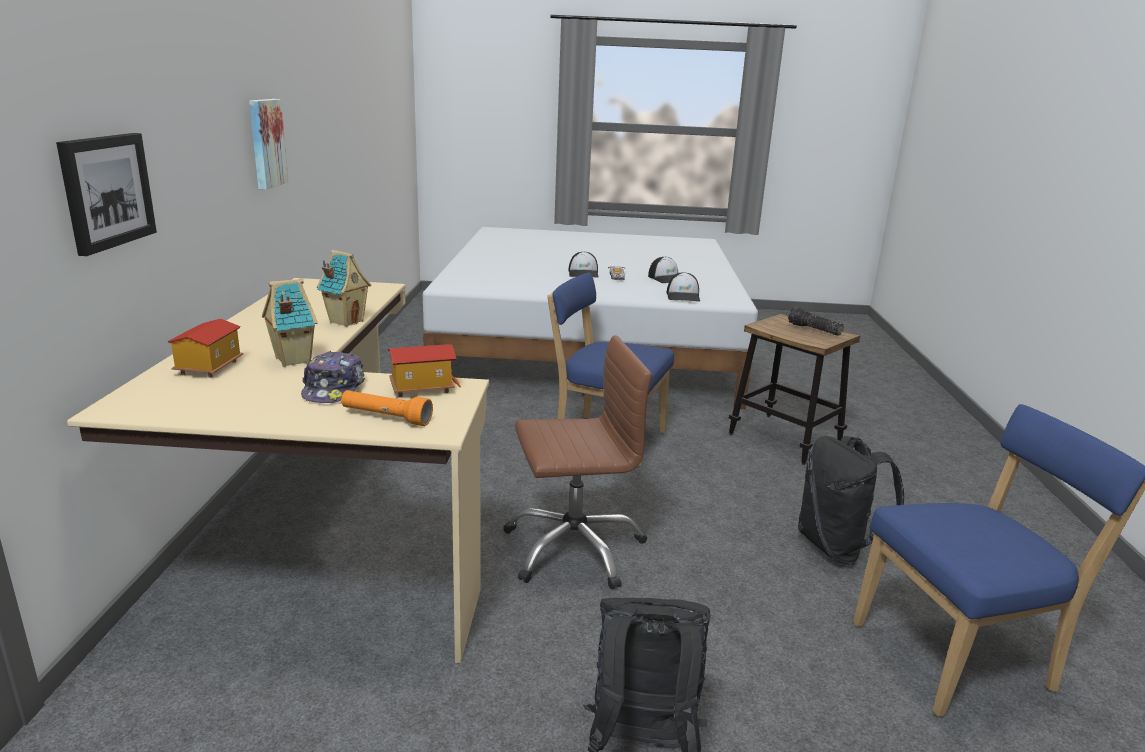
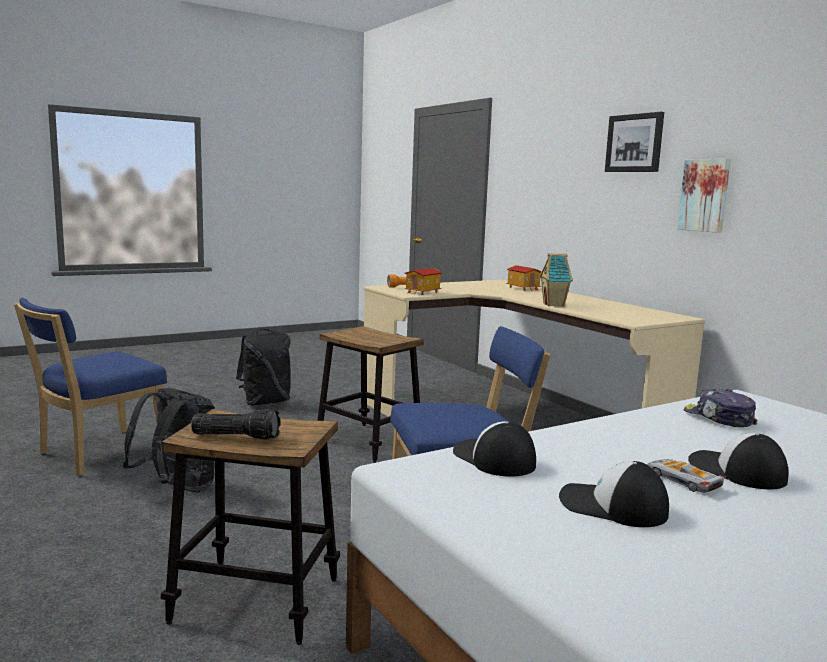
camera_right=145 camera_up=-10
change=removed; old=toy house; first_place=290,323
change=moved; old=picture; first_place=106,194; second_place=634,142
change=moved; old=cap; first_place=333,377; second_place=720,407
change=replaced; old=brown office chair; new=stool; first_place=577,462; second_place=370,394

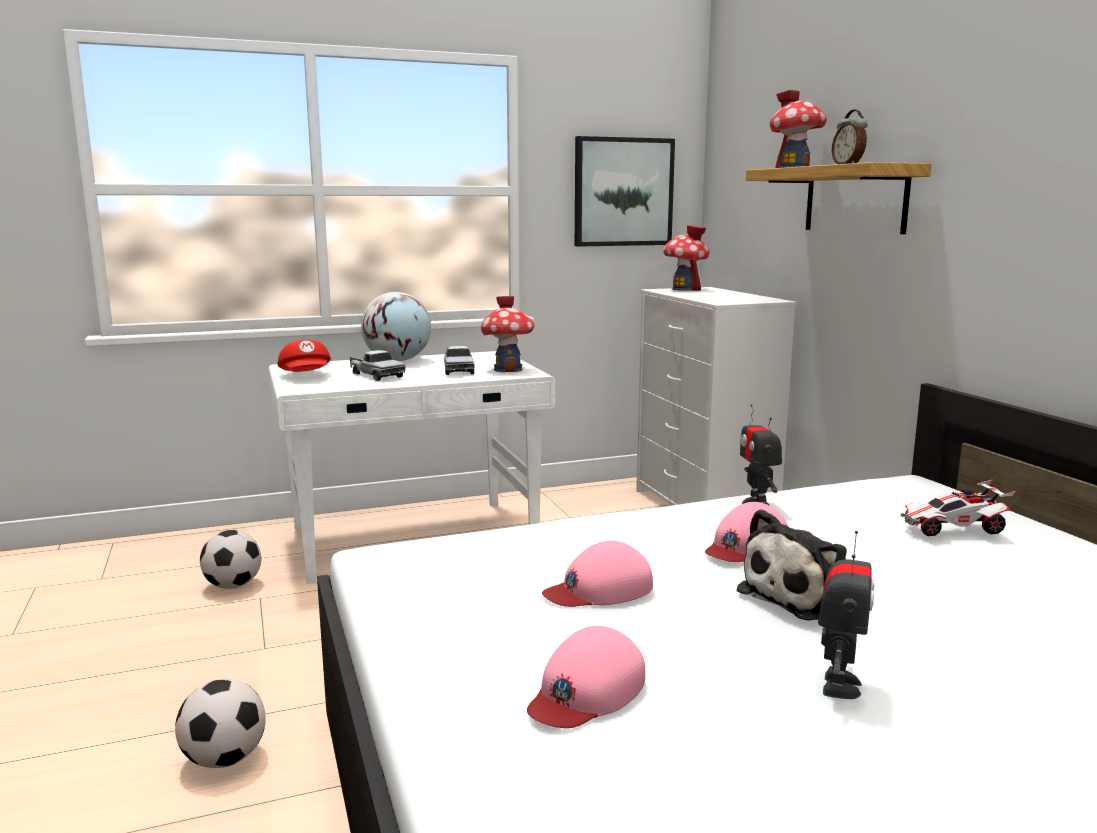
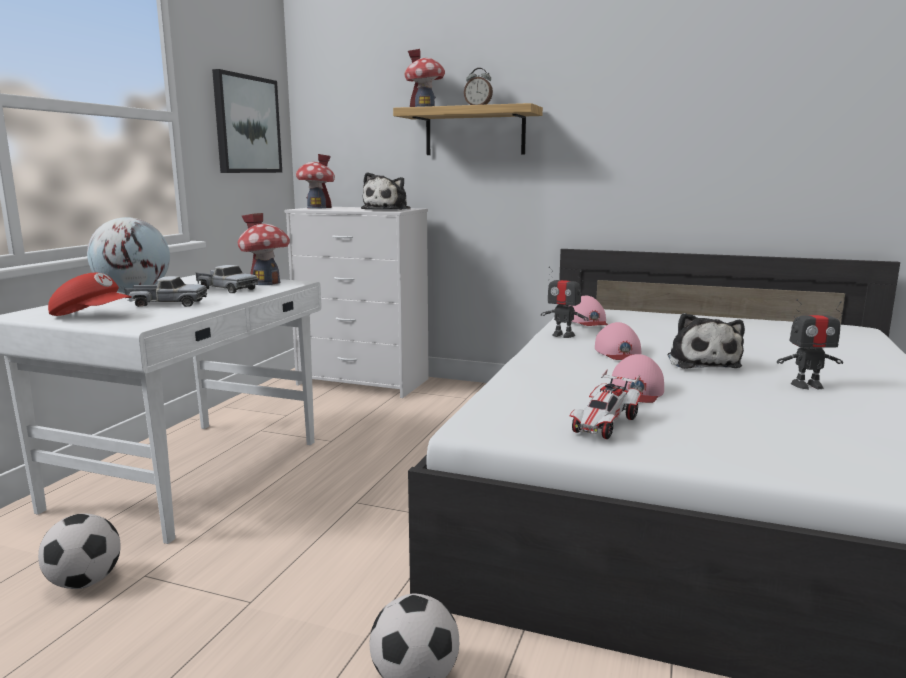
camera_right=-50 camera_up=0
change=added; new=plush toy; second_place=386,191
change=moved; old=pink cap; first_place=586,677; second_place=588,311
change=moved; old=toy car; first_place=958,508; second_place=606,404
change=turned; old=toy robot; first_place=846,615; second_place=810,344; degrees=120

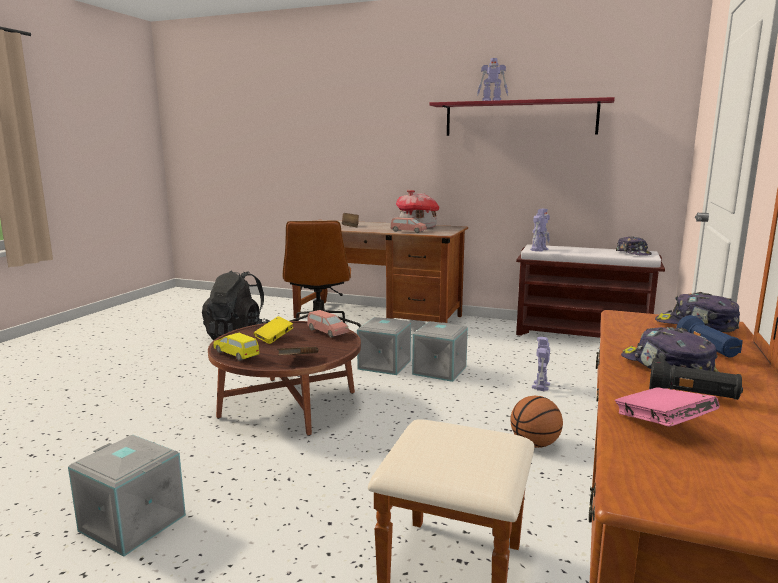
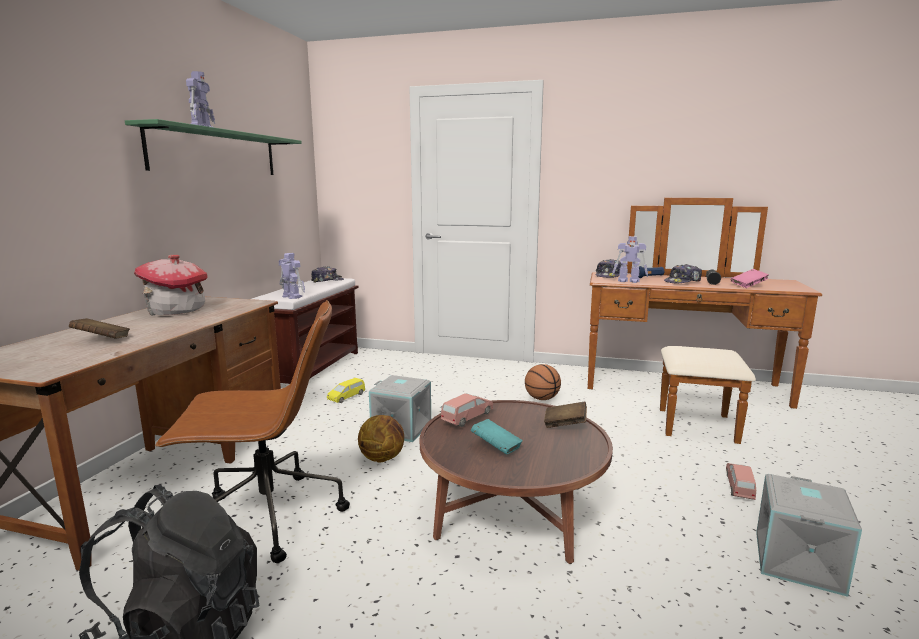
camera_right=-95 camera_up=0
change=moved; old=yellow toy car; first_place=236,347; second_place=346,390
change=moved; old=pink toy car; first_place=409,225; second_place=741,481
change=moved; old=toy robot; first_place=541,364; second_place=630,259
change=replaced; old=grey storage box; new=basketball; first_place=384,346; second_place=381,438
change=recoloured; old=yellow book; new=turquoise book; first_place=273,330; second_place=497,437
change=recoloured; old=red shelf; new=green shelf; first_place=522,116; second_place=213,147

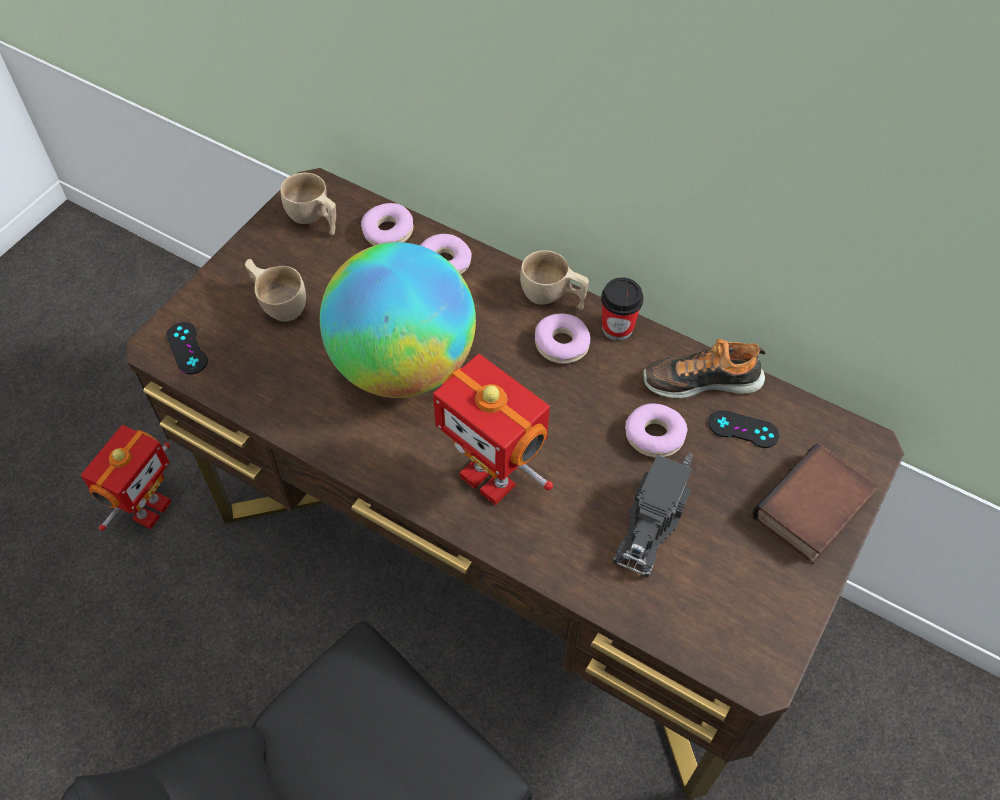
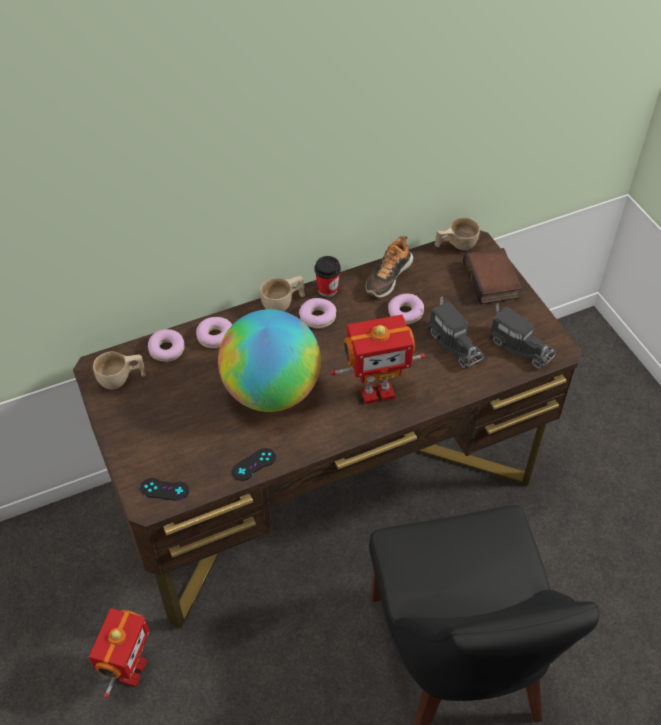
camera_right=-55 camera_up=-5
change=added; new=toy truck; second_place=522,337
change=moved; old=beige cup; first_place=275,290; second_place=457,233
change=moved; old=black game controller; first_place=743,429; second_place=254,464
change=turned; old=toy robot; first_place=126,478; second_place=119,653; degrees=45

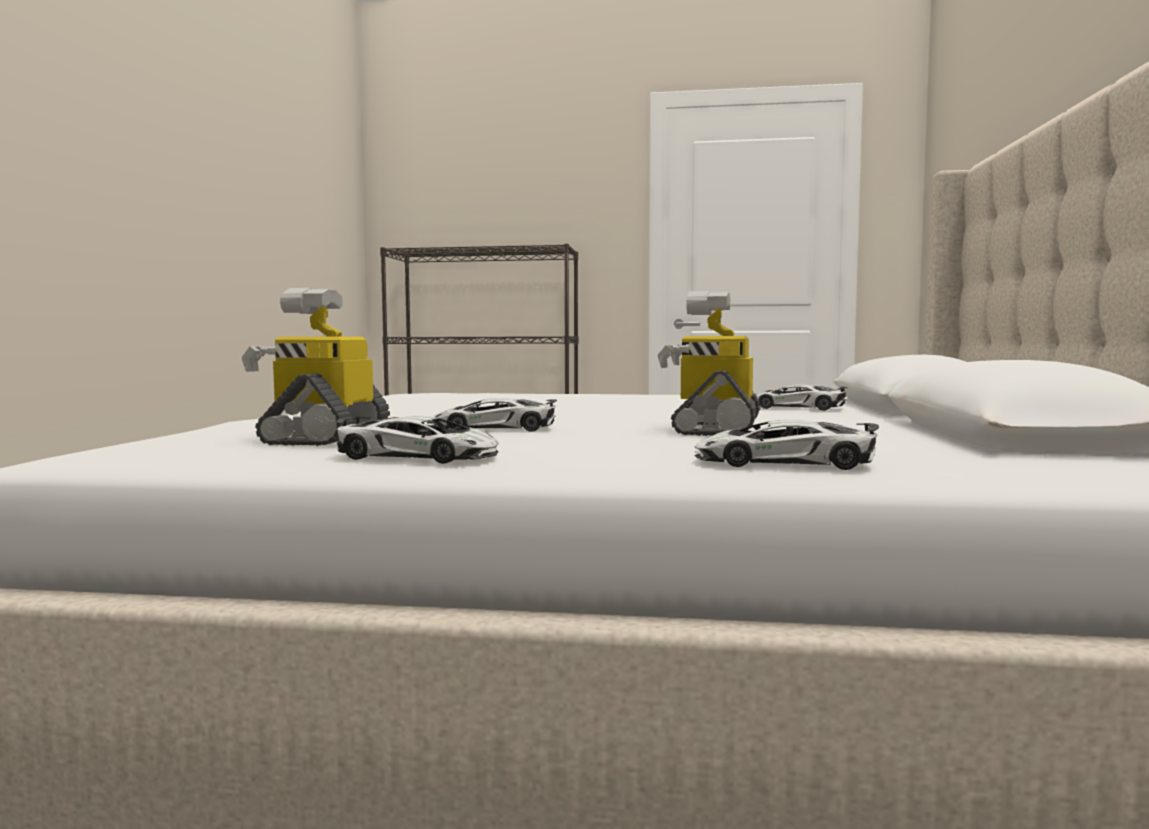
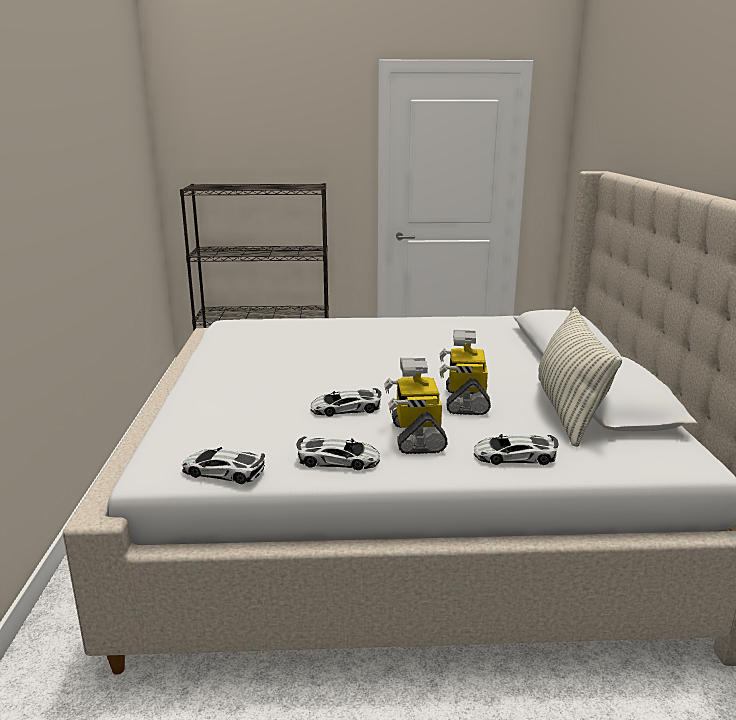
camera_right=-10 camera_up=15
change=added; new=pillow; second_place=580,377
change=moved; old=toy robot; first_place=315,367; second_place=416,406
change=moved; old=toy car; first_place=801,397; second_place=223,465

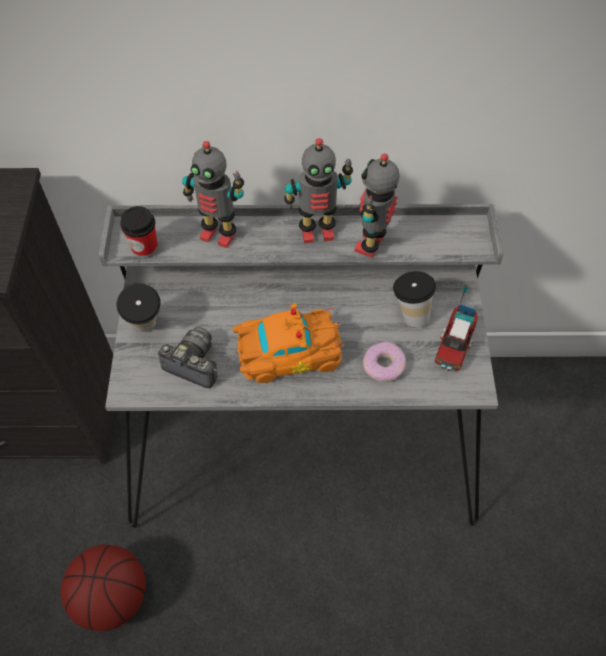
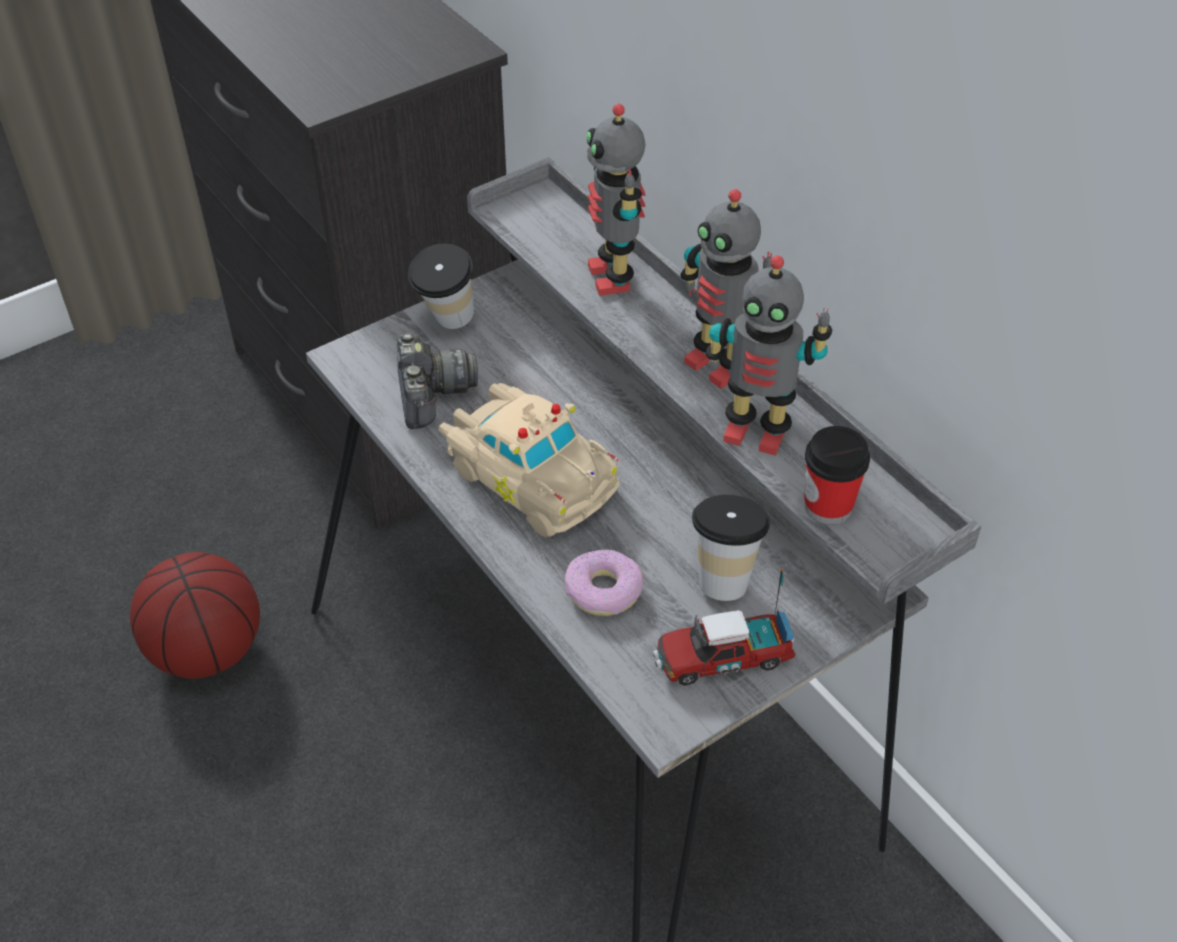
camera_right=55 camera_up=-10
change=moved; old=cup; first_place=139,232; second_place=837,475
change=recoloured; old=orange toy car; new=beige toy car; first_place=288,343; second_place=529,460
change=turned; old=toy robot; first_place=377,205; second_place=769,355; degrees=-150

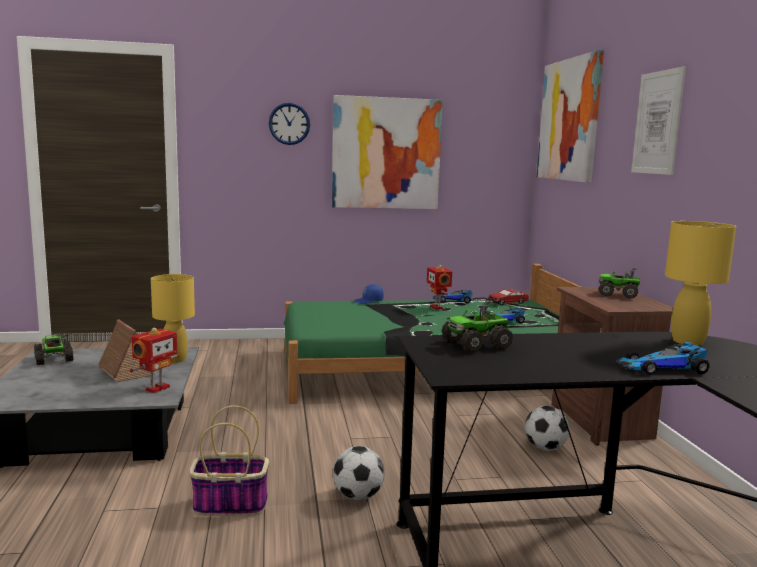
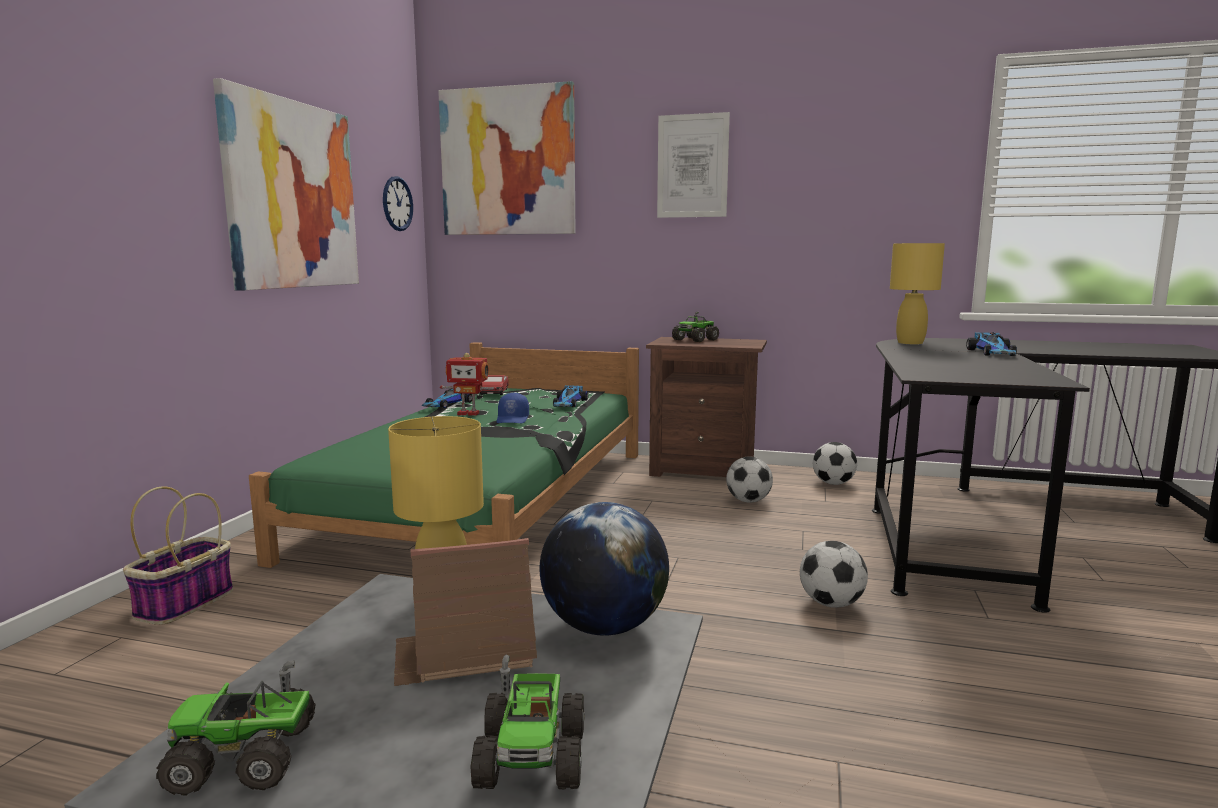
camera_right=-65 camera_up=0
change=added; new=football; second_place=835,463
change=moved; old=basket; first_place=229,460; second_place=178,555
change=moved; old=wall clock; first_place=289,124; second_place=398,203
change=moved; old=blue cap; first_place=368,294; second_place=513,407
change=moved; old=toy truck; first_place=477,326; second_place=527,722
change=replaced; old=toy robot; new=globe; first_place=154,360; second_place=604,569

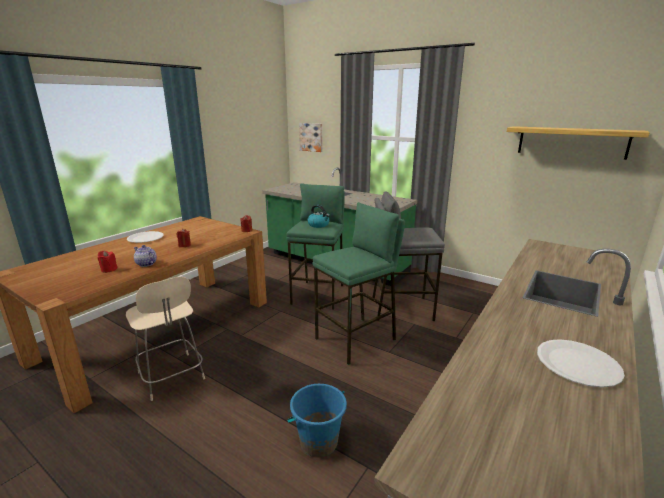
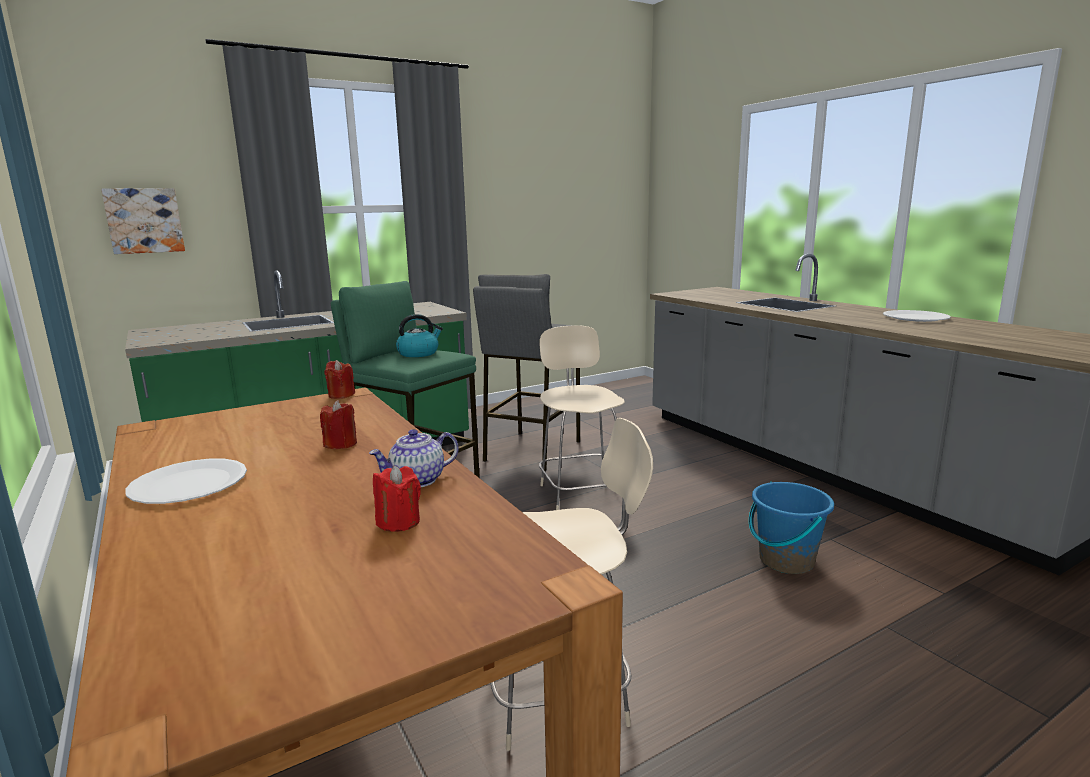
camera_right=-65 camera_up=-5
change=removed; old=shelf; first_place=578,143
change=replaced; old=green stool; new=beige chair; first_place=359,283; second_place=582,417

